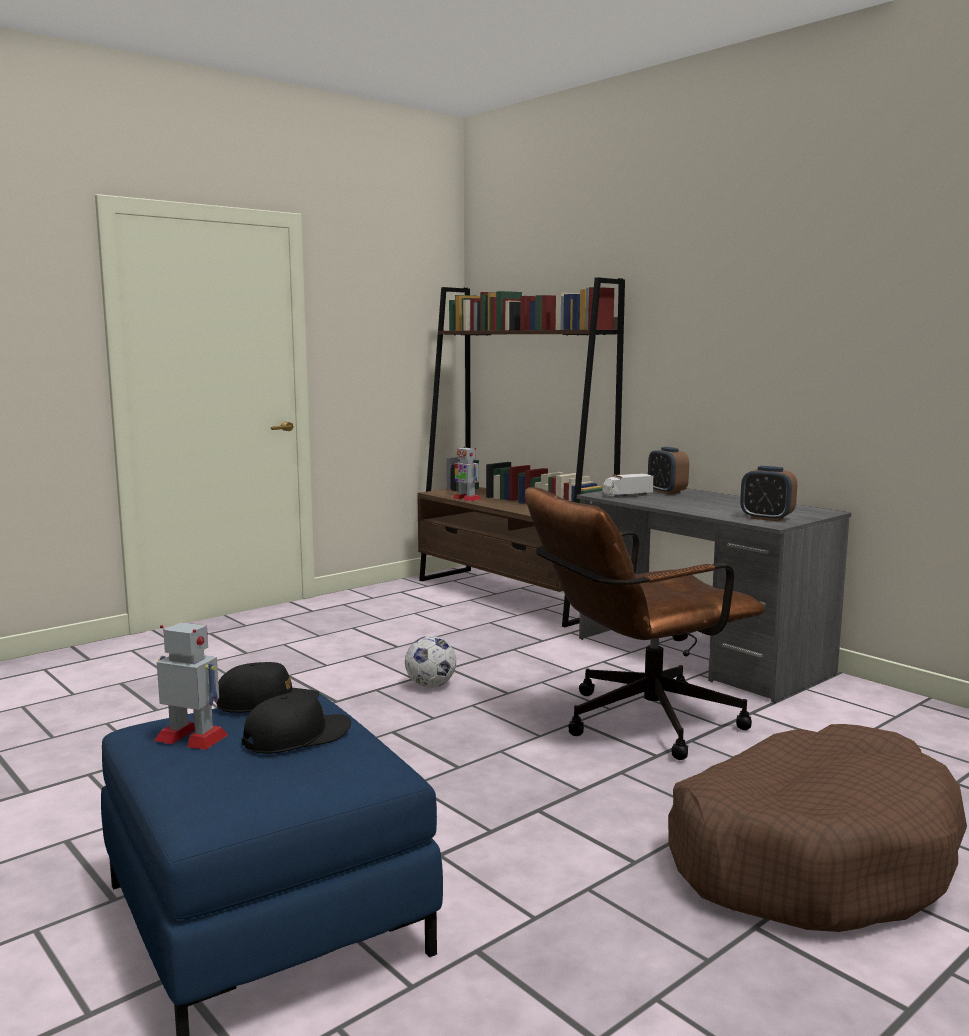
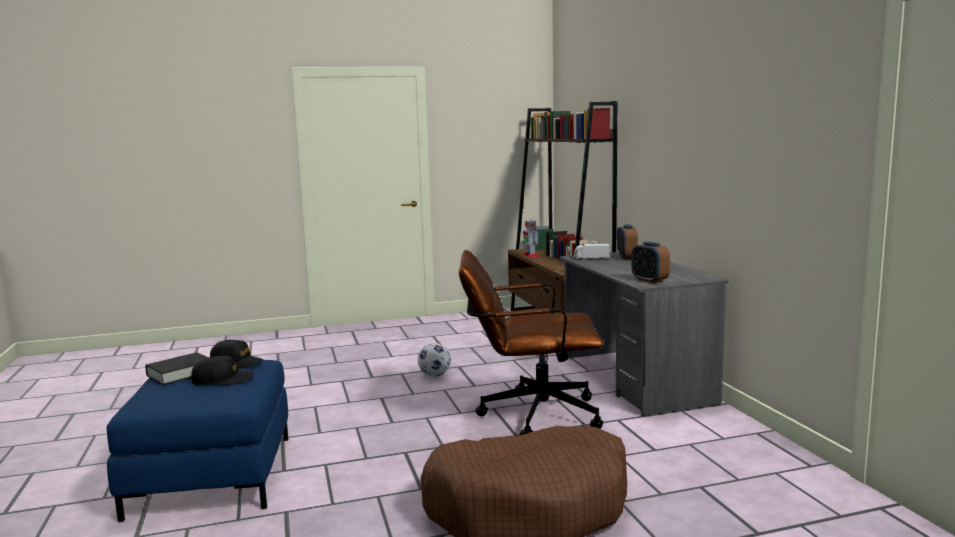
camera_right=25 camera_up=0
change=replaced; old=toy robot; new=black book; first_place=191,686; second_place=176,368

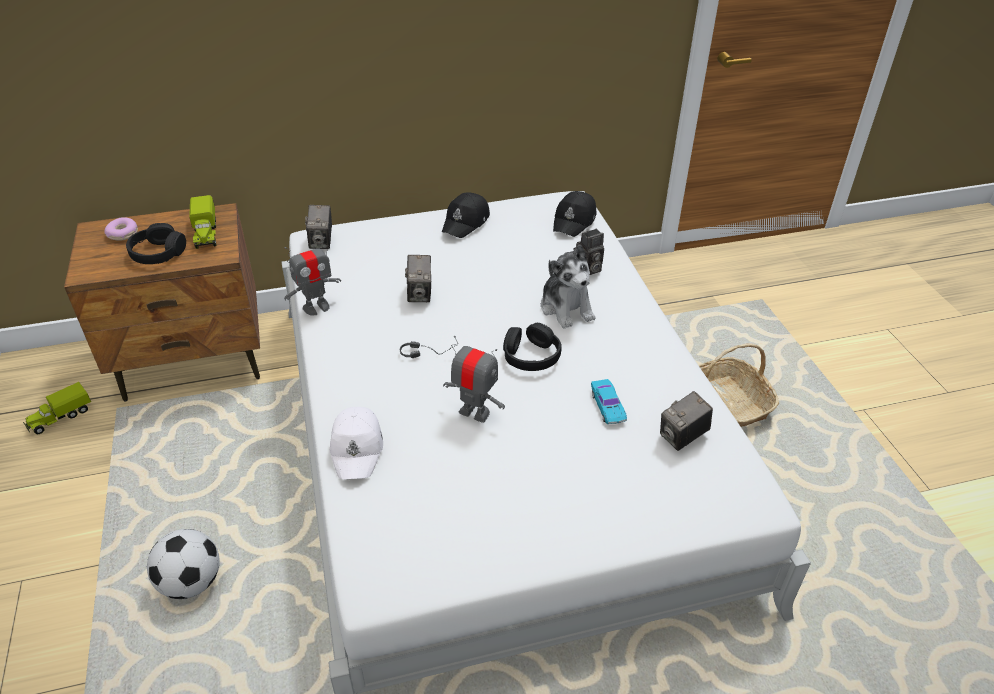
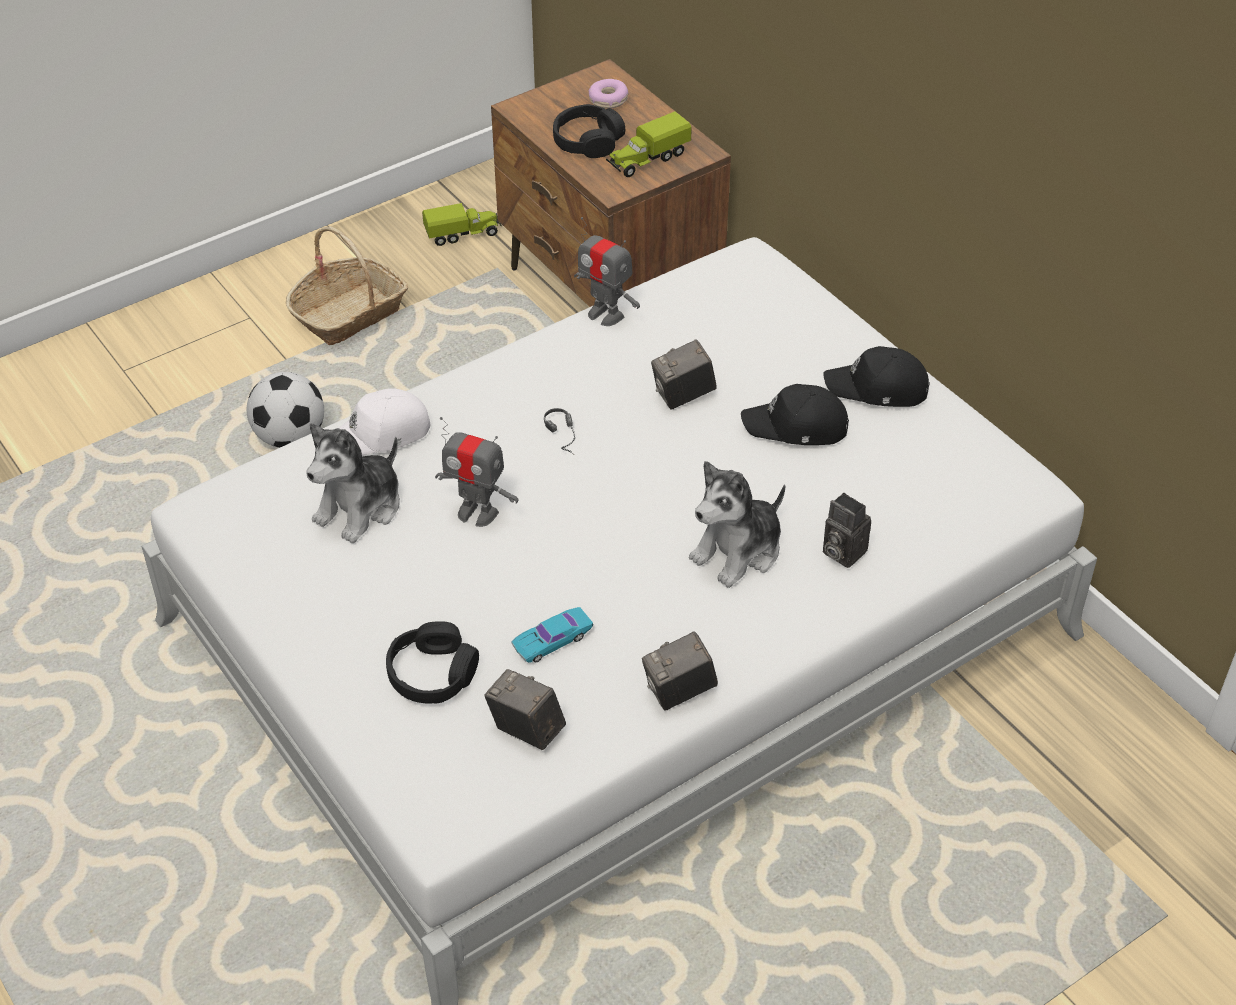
camera_right=70 camera_up=5
change=added; new=plush toy; second_place=353,483
change=moved; old=photo camera; first_place=318,227; second_place=680,671
change=moved; old=black headphones; first_place=532,347; second_place=432,662
change=moved; old=black cap; first_place=575,214; second_place=795,414
change=moved; old=basket; first_place=738,385; second_place=347,285
change=turned; old=toy truck; first_place=57,408; second_place=462,224; degrees=135
change=turned; old=toy robot; first_place=474,379; second_place=476,472; degrees=105

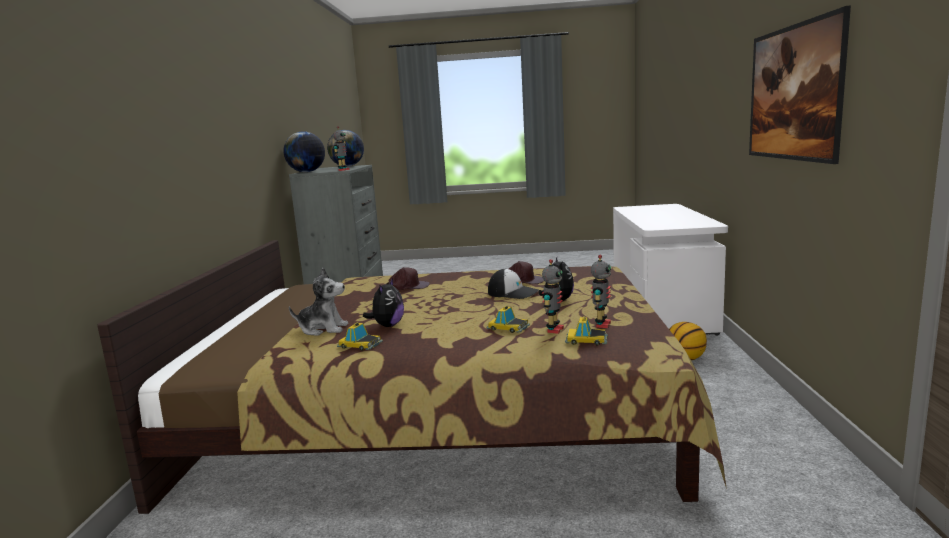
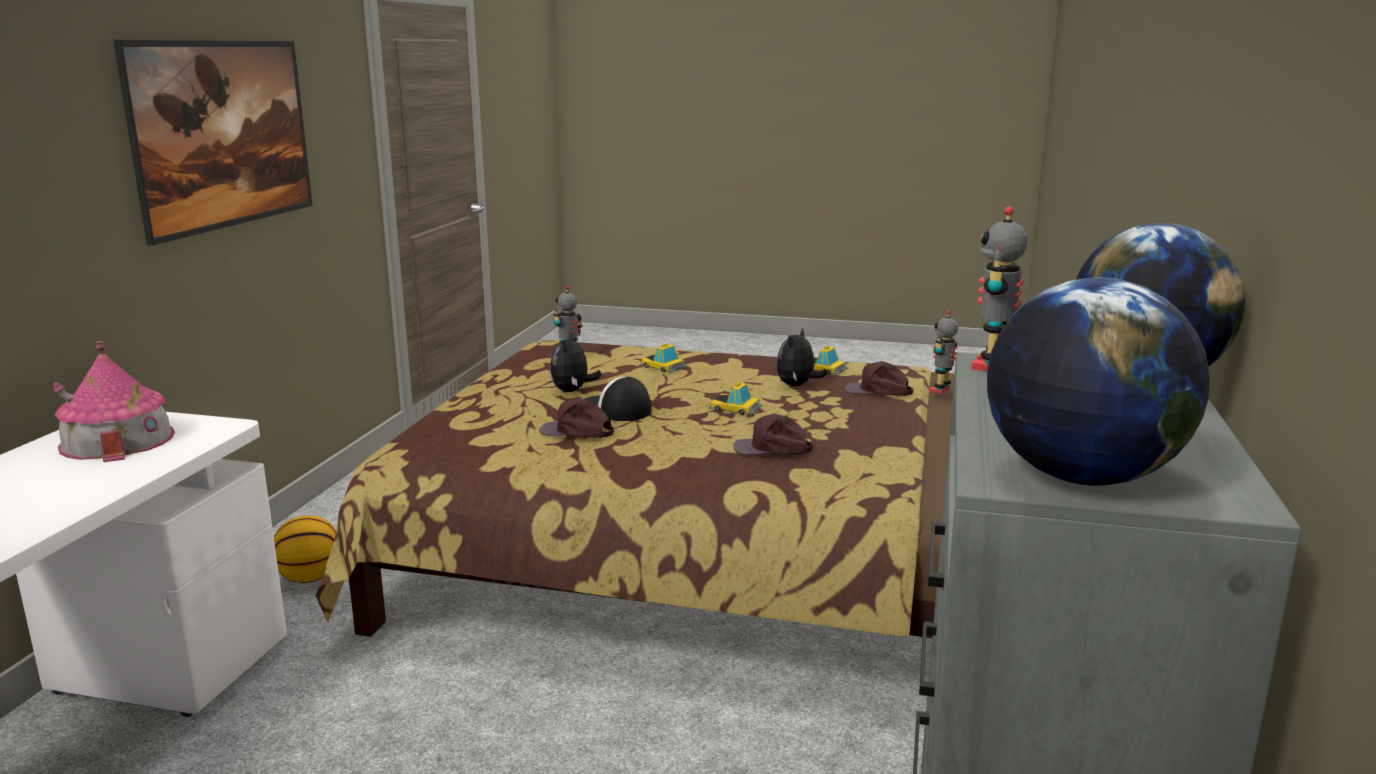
camera_right=-170 camera_up=5
change=added; new=toy house; second_place=114,401
change=moved; old=toy robot; first_place=553,296; second_place=943,352
change=moved; old=toy car; first_place=586,330; second_place=735,398
change=replaced; old=plush toy; new=brown cap; first_place=319,302; second_place=878,378

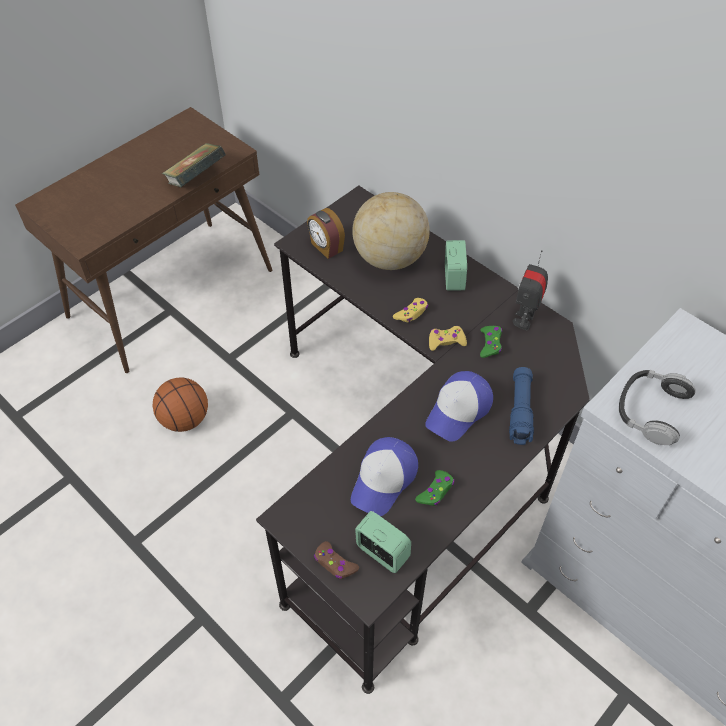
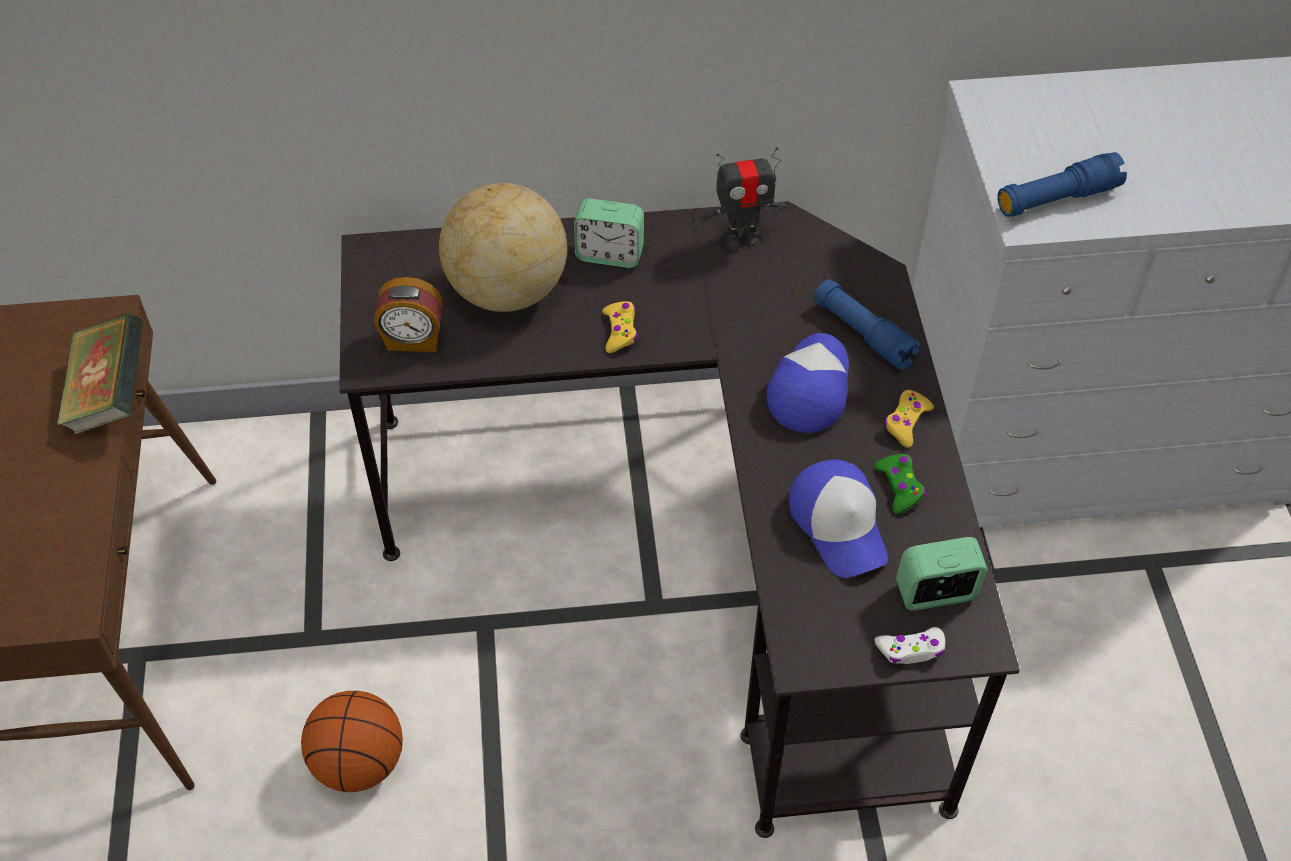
camera_right=-50 camera_up=0
change=removed; old=green game controller; first_place=491,342
change=moved; old=yellow game controller; first_place=448,338; second_place=909,419
change=replaced; old=headphones; new=blue flashlight; first_place=657,407; second_place=1062,184
change=recoloured; old=brown game controller; new=white game controller; first_place=336,560; second_place=910,645
change=turned; old=cap; first_place=459,406; second_place=808,383; degrees=-150
change=turned; old=alarm clock; first_place=456,265; second_place=609,233; degrees=150
change=turned; old=toy robot; first_place=530,290; second_place=742,199; degrees=-75

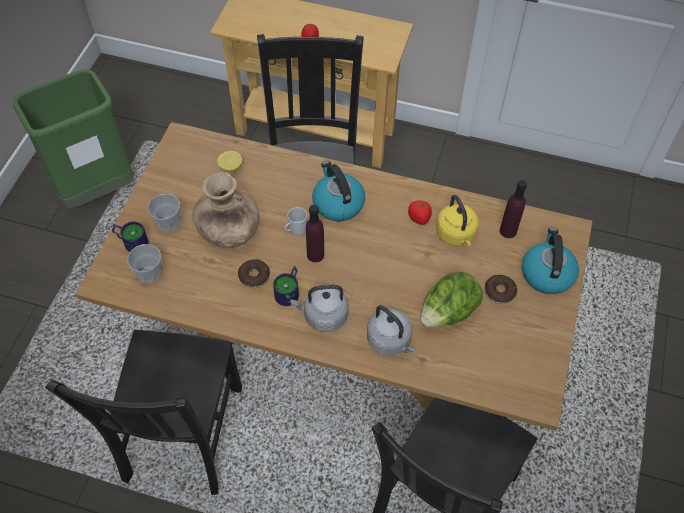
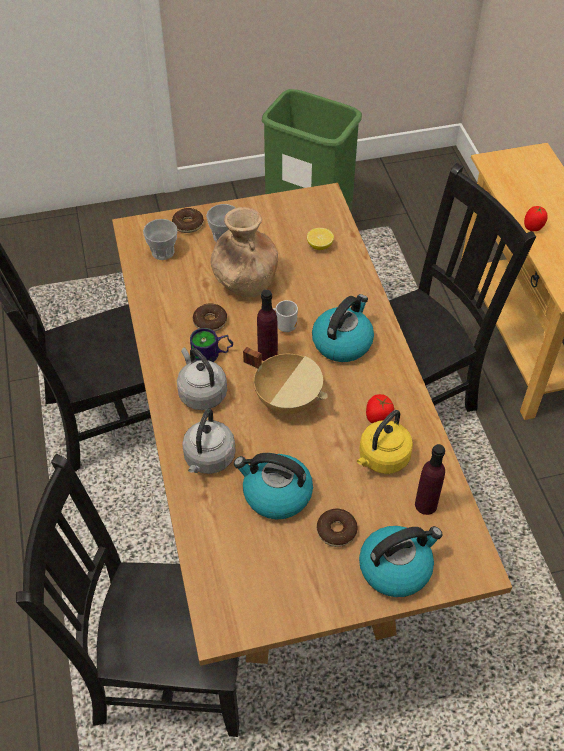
camera_right=60 camera_up=-5
change=added; new=beige cooking pot; second_place=285,380
change=replaced; old=mug; new=donut; first_place=130,236; second_place=188,220
change=replaced; old=lettuce; new=kettle; first_place=451,299; second_place=273,486

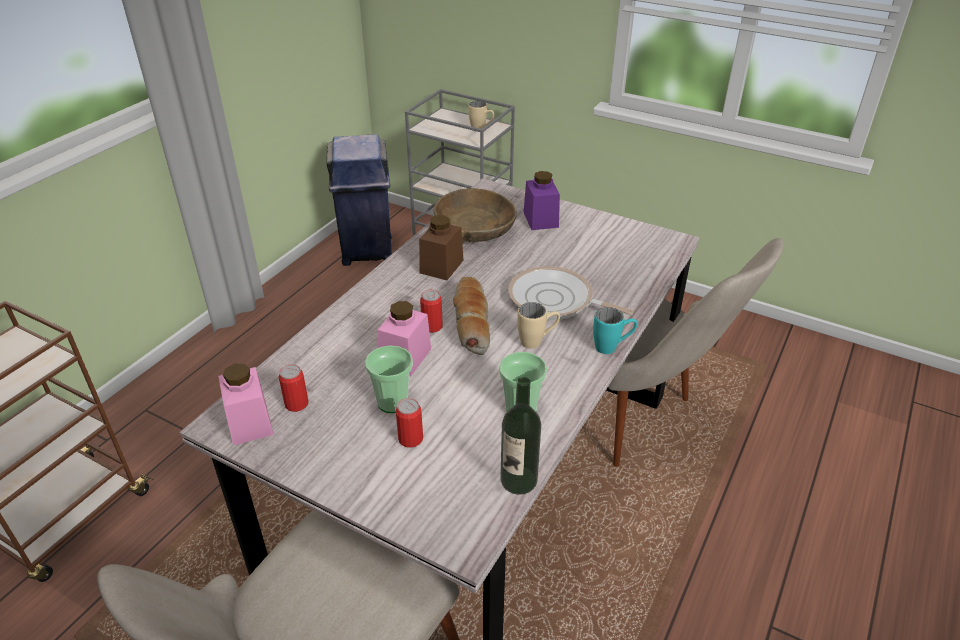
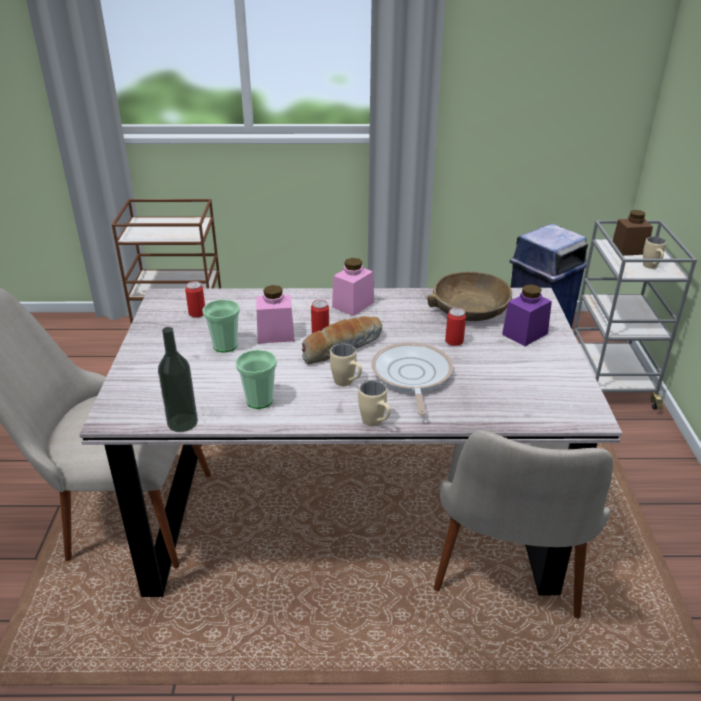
camera_right=60 camera_up=-5
change=moved; old=pink jar; first_place=246,405; second_place=353,287
change=moved; old=can; first_place=409,423; second_place=455,327
change=moved; old=brown jar; first_place=441,247; second_place=632,233
change=recoloured; old=turquoise mug; new=beige mug; first_place=615,330; second_place=374,403

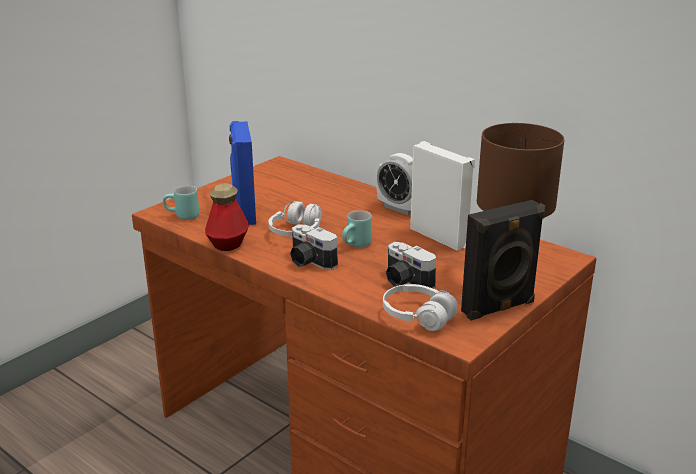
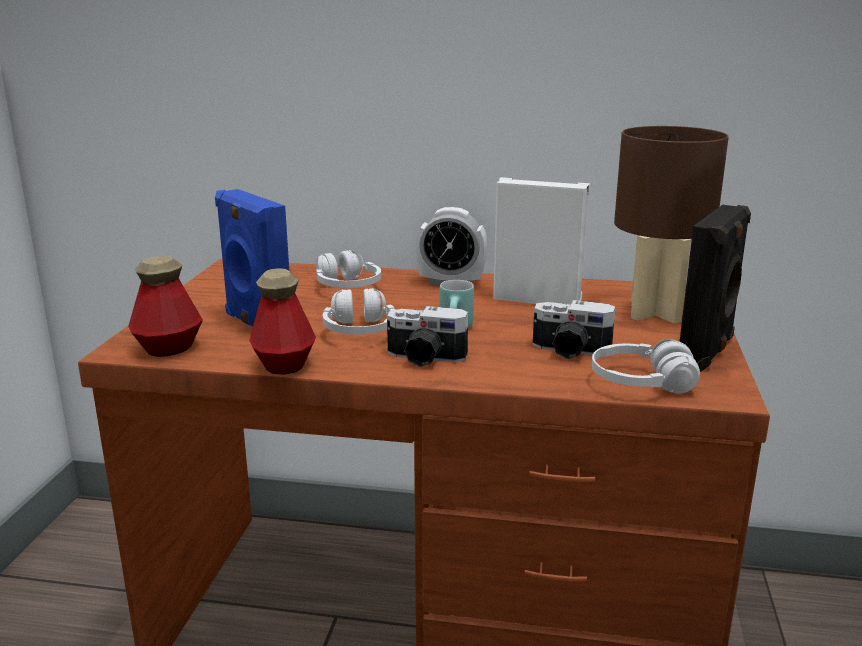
camera_right=-30 camera_up=-5
change=added; new=white headphones; second_place=348,269
change=replaced; old=turquoise mug; new=bottle; first_place=181,203; second_place=165,306

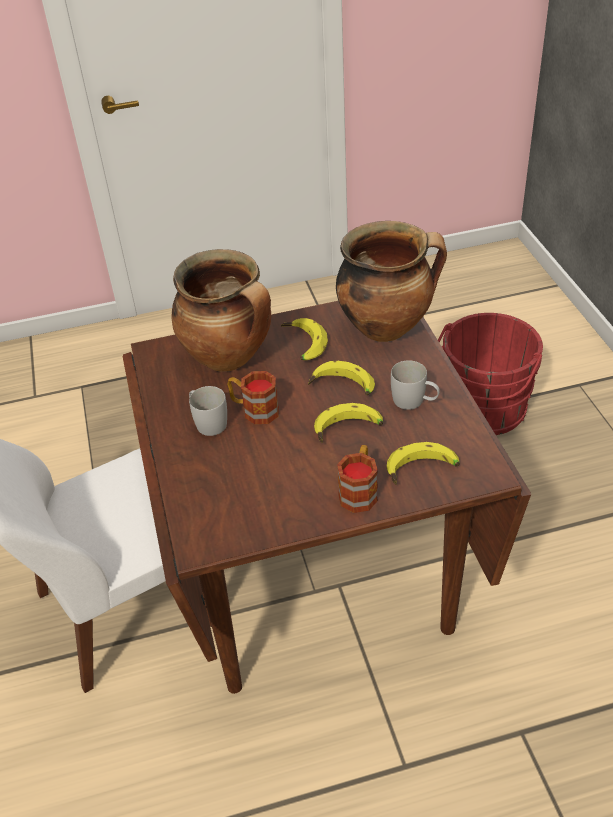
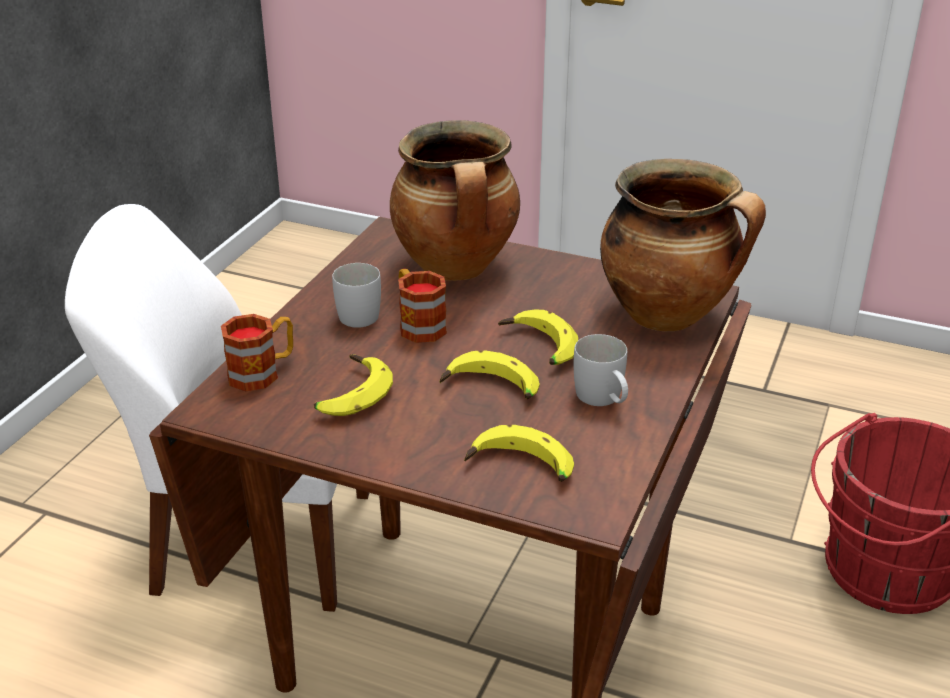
camera_right=35 camera_up=-10
change=moved; old=banana; first_place=304,339; second_place=353,385
change=moved; old=mug; first_place=357,479; second_place=257,352

